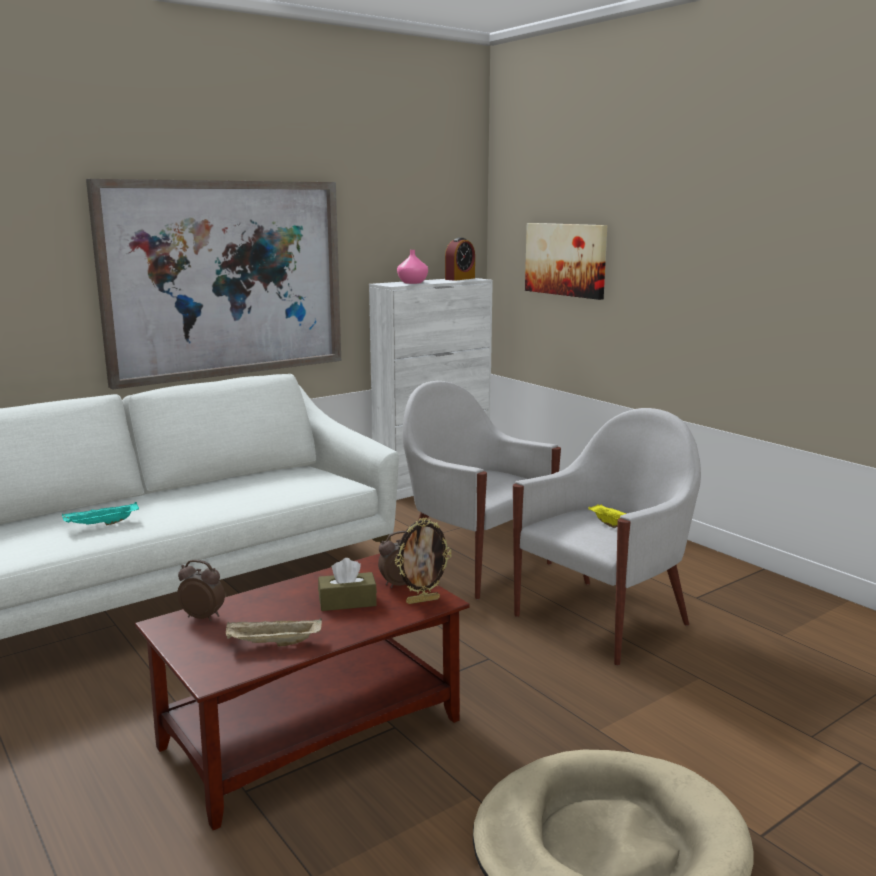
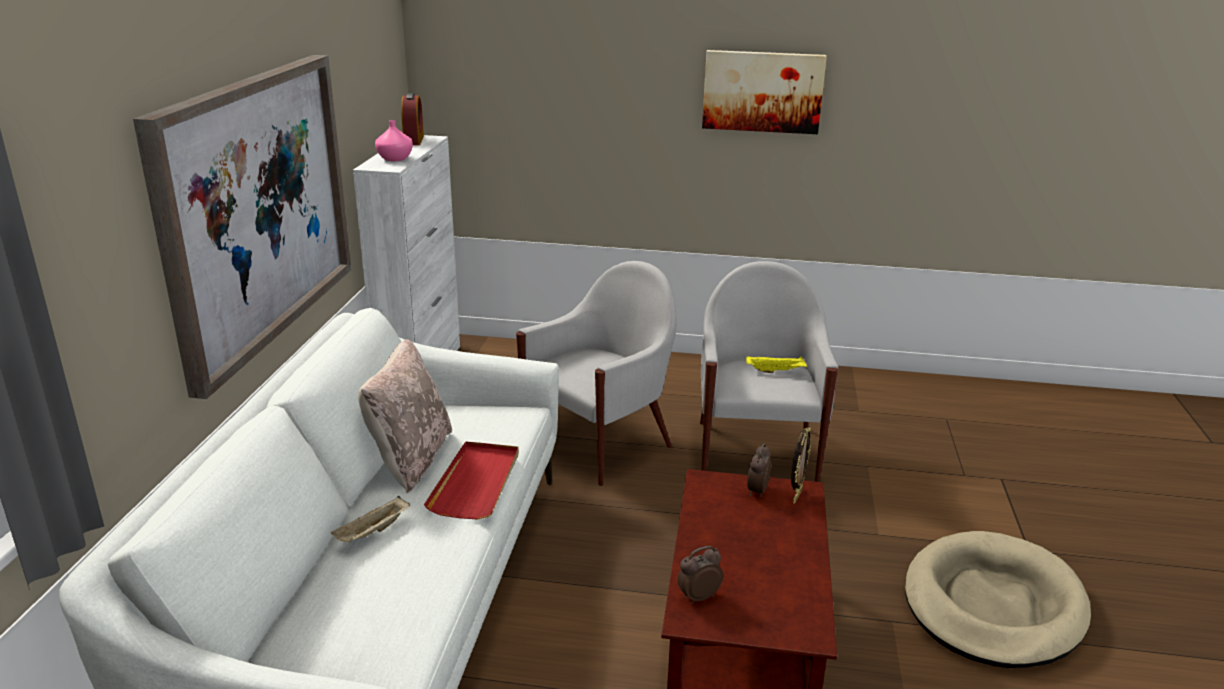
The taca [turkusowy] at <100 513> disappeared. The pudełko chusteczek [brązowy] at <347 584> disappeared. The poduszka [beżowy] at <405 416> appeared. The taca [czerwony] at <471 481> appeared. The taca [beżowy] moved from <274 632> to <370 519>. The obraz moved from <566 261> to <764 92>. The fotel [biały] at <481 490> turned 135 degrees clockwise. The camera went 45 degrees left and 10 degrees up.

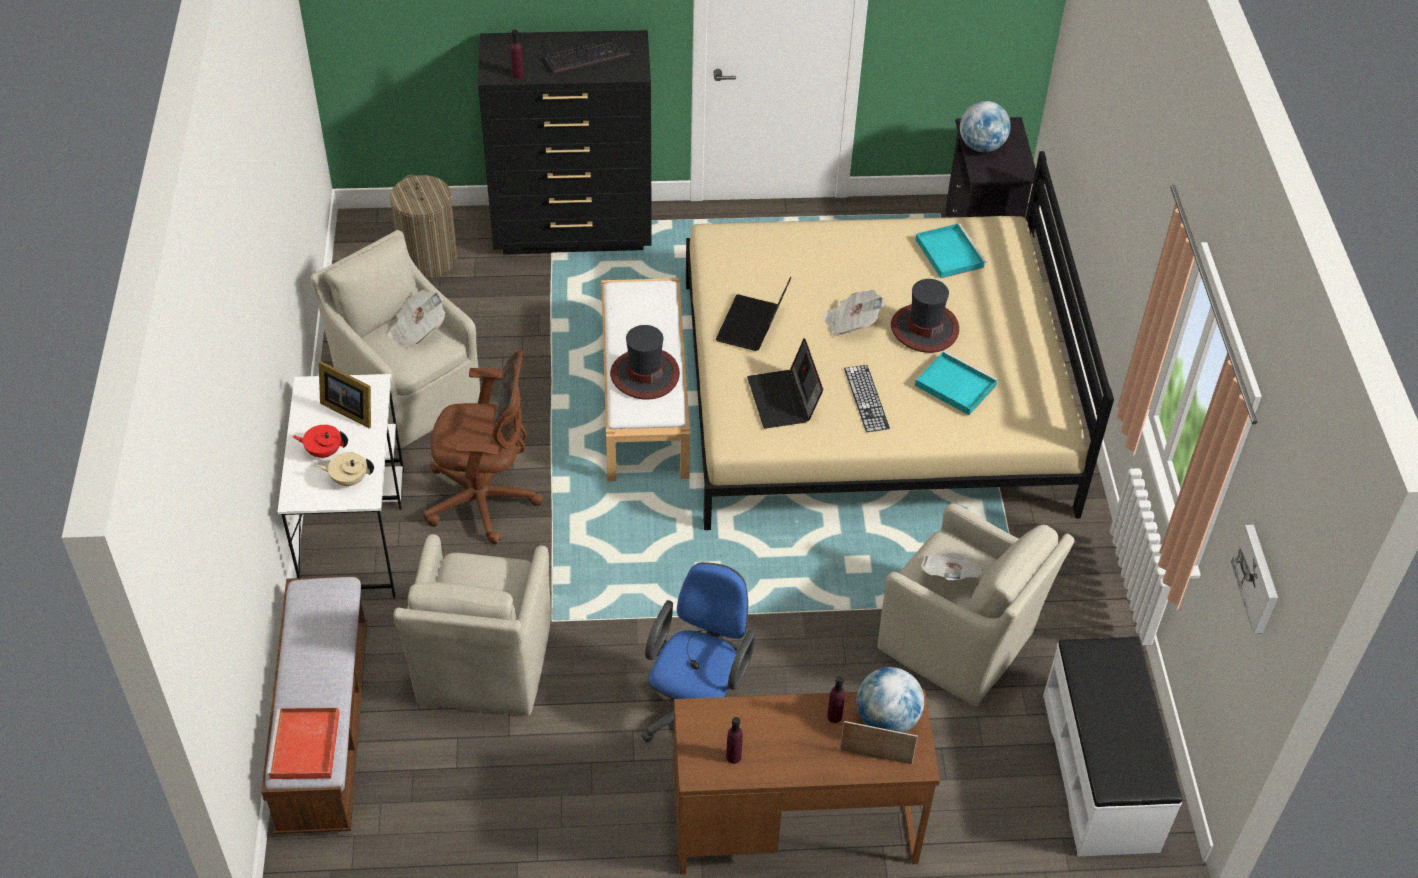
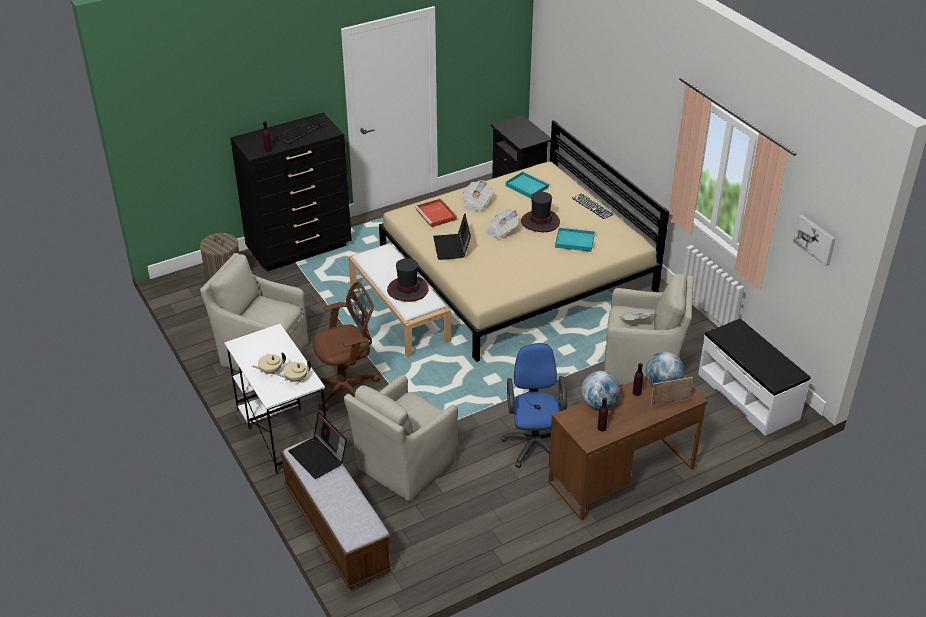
The ramka na zdjęcie at <345 395> disappeared. The taca [czerwony] moved from <303 743> to <436 213>. The gazeta moved from <416 319> to <477 195>. The laptop moved from <785 383> to <317 445>. The klawiatura moved from <867 398> to <593 206>. The globus moved from <985 126> to <600 390>. The imbryk [czerwony] at <320 442> became the imbryk [beżowy] at <269 363>. The fotel [beżowy] at <472 625> turned 60 degrees clockwise. The camera went 25 degrees left and 10 degrees down.

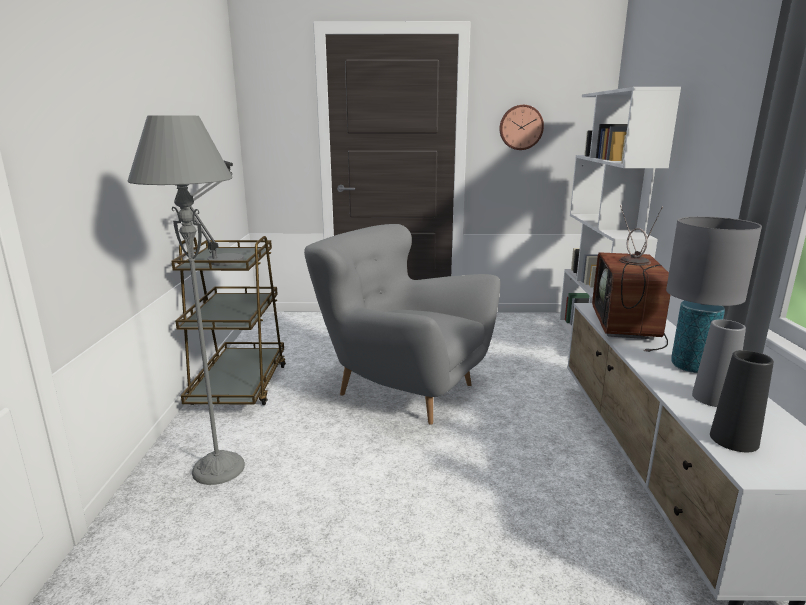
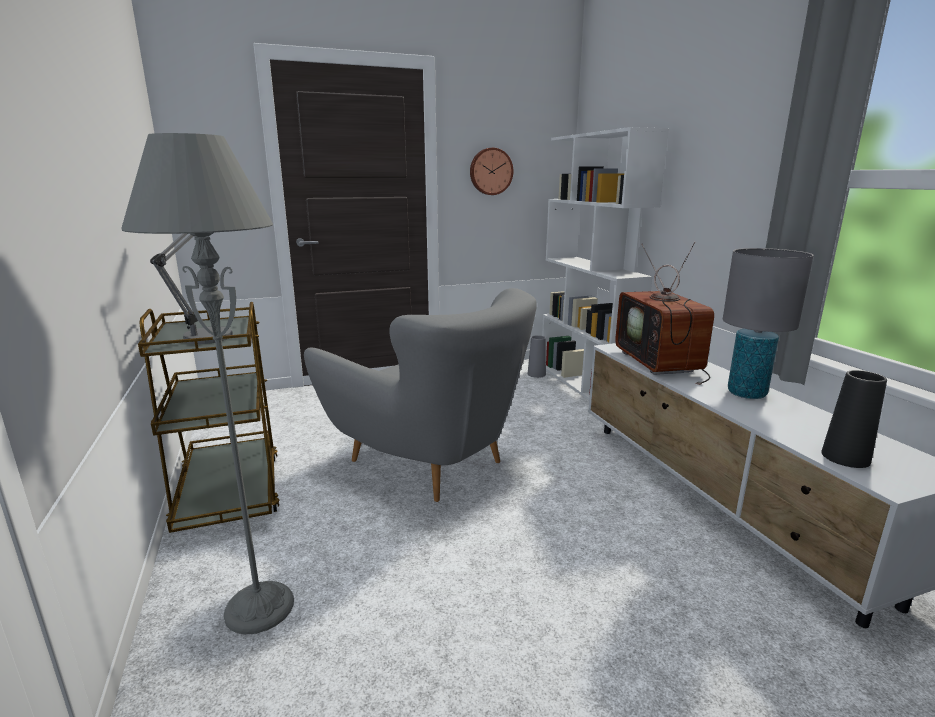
The wazon [szary] moved from <719 363> to <537 356>. The fotel [szary] at <402 324> turned 150 degrees counterclockwise. The camera went 20 degrees left and 0 degrees up.

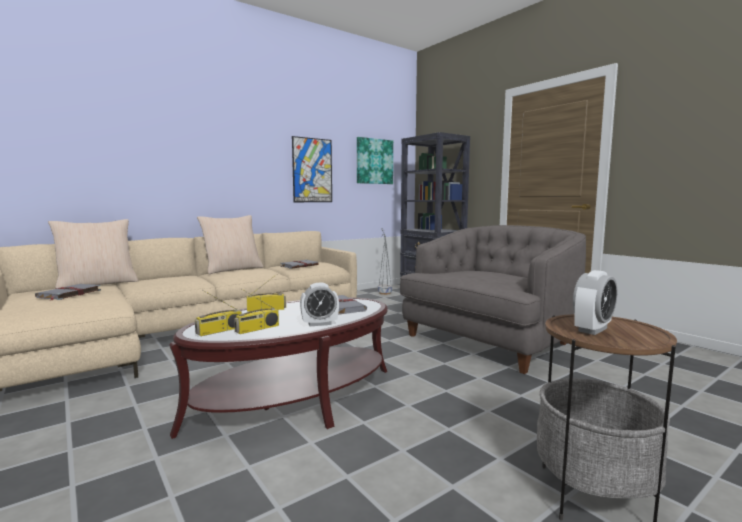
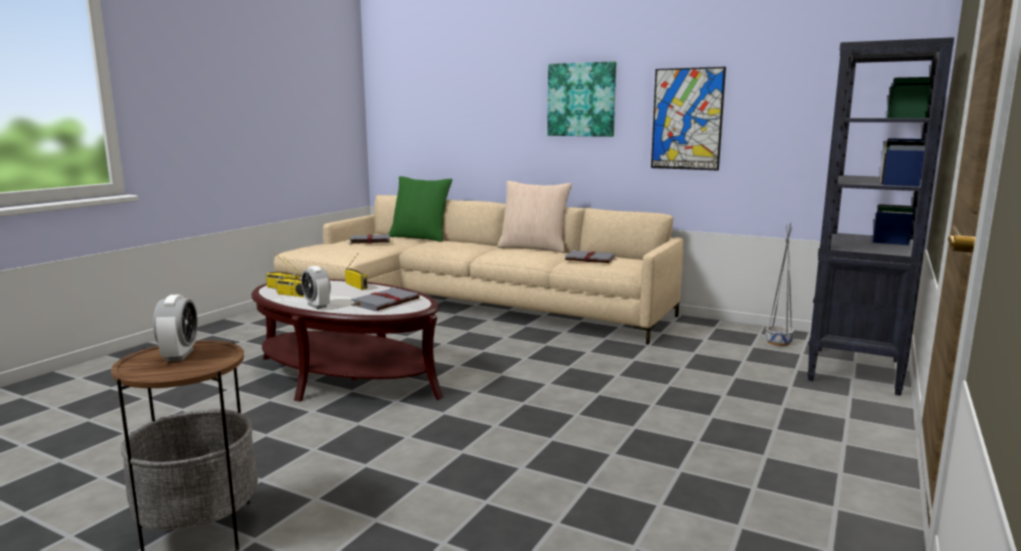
The fotel [szary] at <493 299> disappeared. The obraz moved from <375 160> to <581 99>. The poduszka [beżowy] at <93 254> became the poduszka [zielony] at <420 209>. The budzik at <595 302> turned 120 degrees counterclockwise. The camera went 65 degrees right and 5 degrees up.

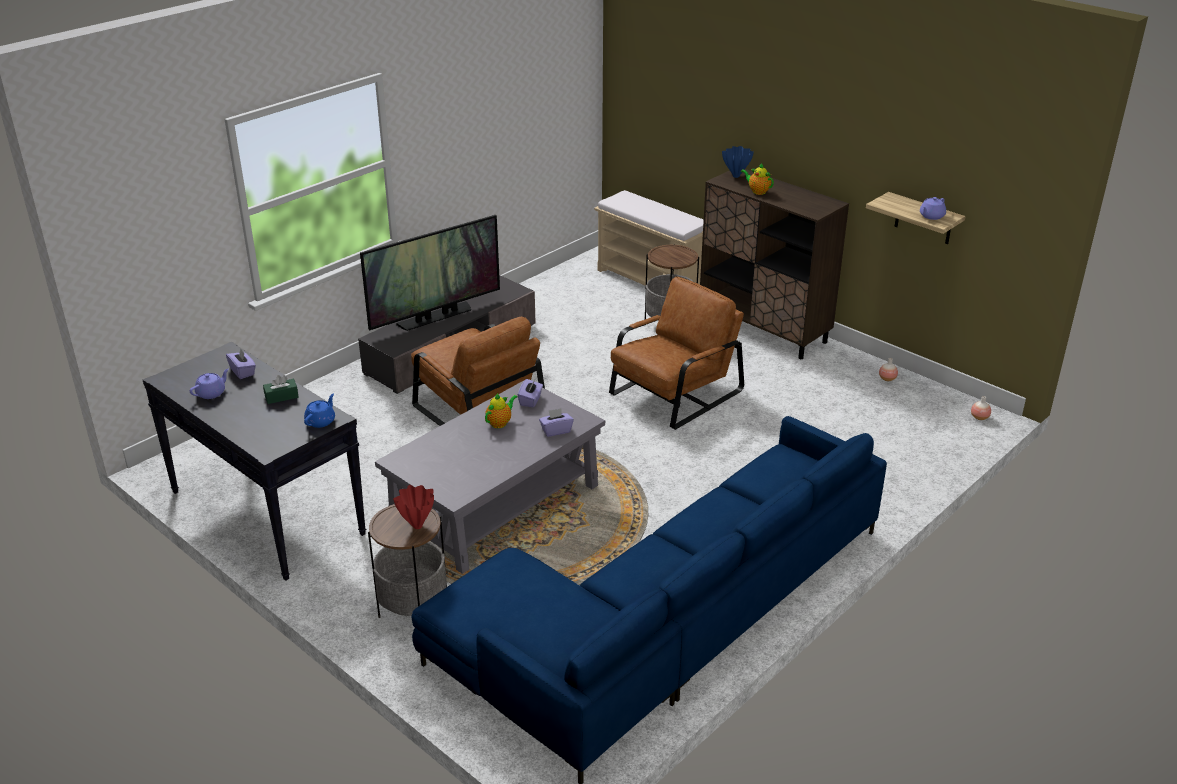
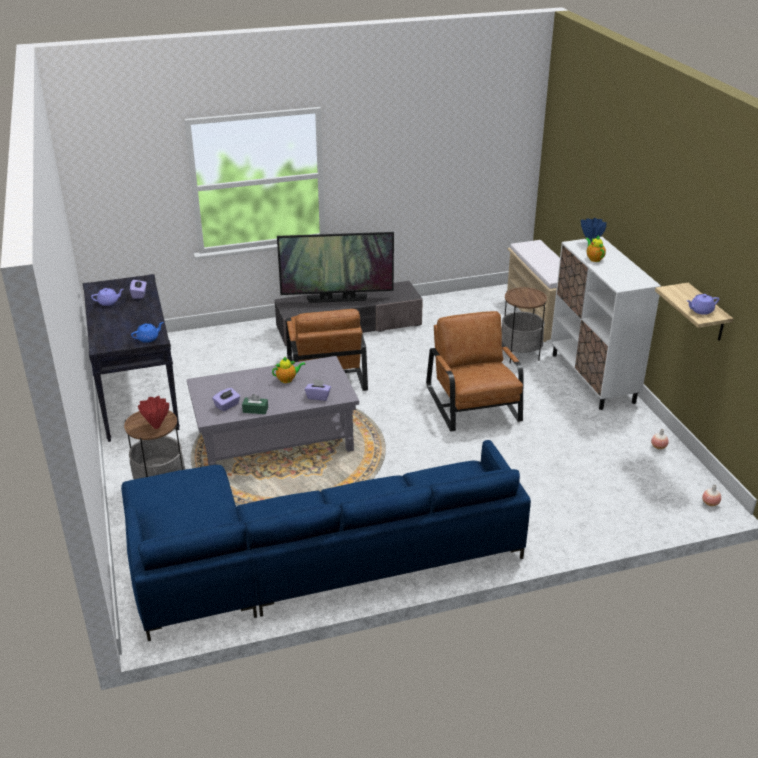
The pudełko chusteczek [zielony] moved from <281 389> to <255 404>. The pudełko chusteczek [fioletowy] moved from <530 393> to <226 399>. The szafka [brązowy] at <774 264> became the szafka [biały] at <606 323>. The fotel [brązowy] at <676 353> turned 90 degrees counterclockwise. The camera went 30 degrees right and 0 degrees up.

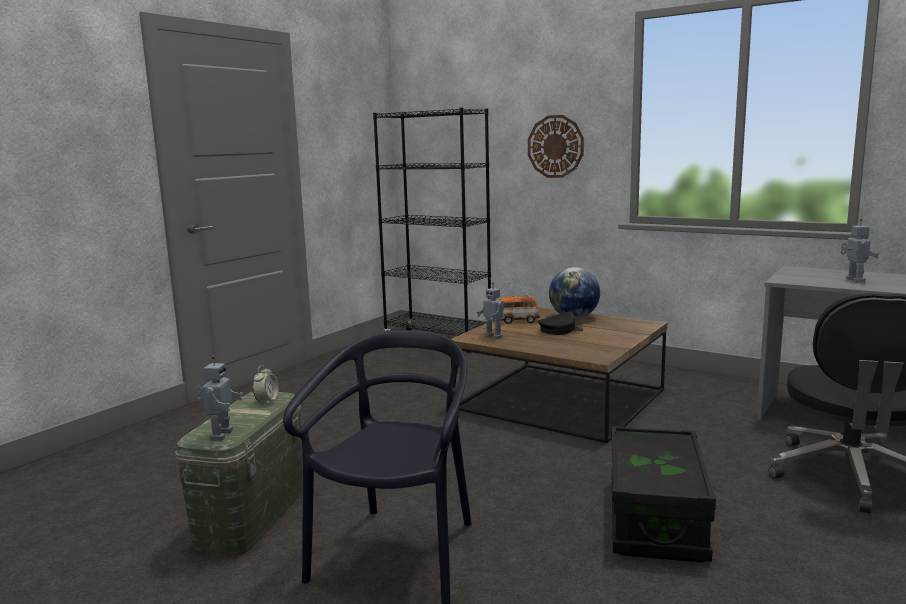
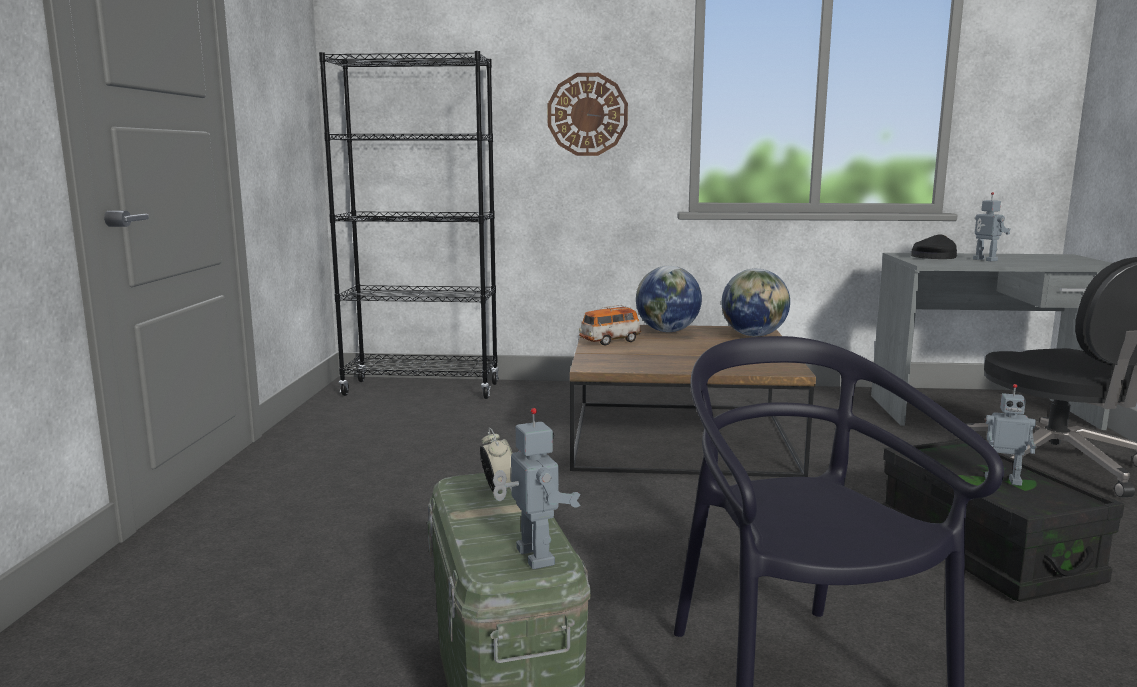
The globus at <756 302> appeared. The robot zabawkowy moved from <490 310> to <1010 435>. The czapka z daszkiem [czarny] moved from <561 323> to <934 247>. The camera went 30 degrees left and 0 degrees up.

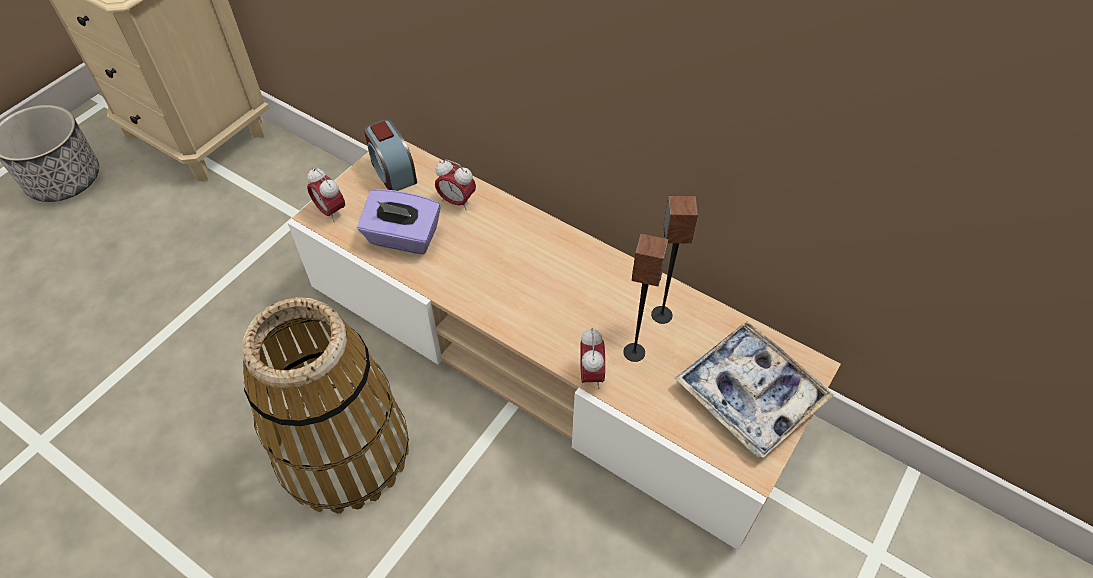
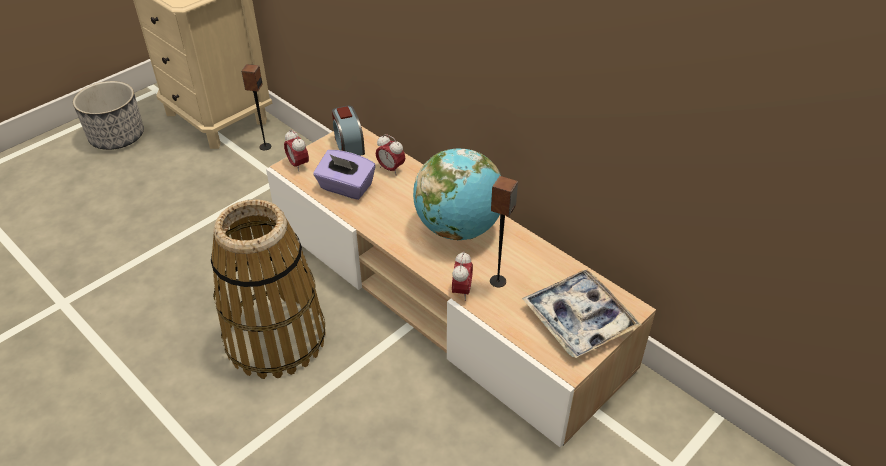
The globus at <457 194> appeared. The głośnik moved from <674 260> to <256 107>. The camera went 10 degrees right and 10 degrees down.

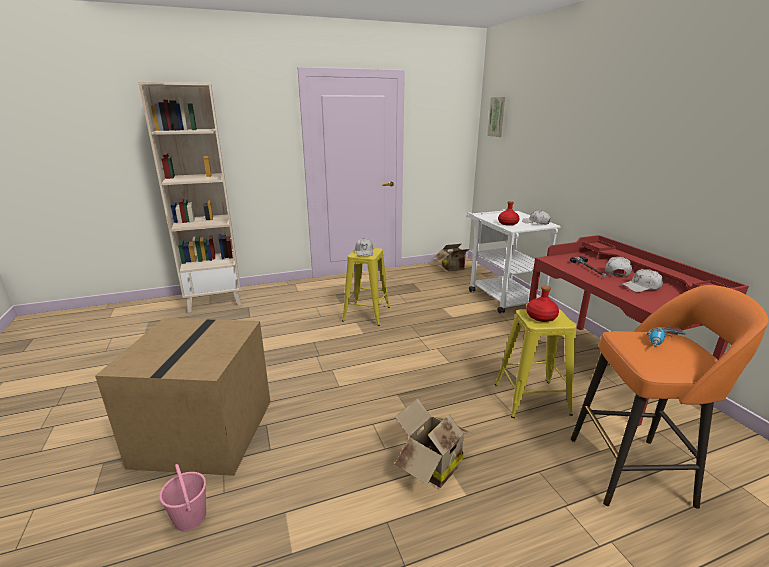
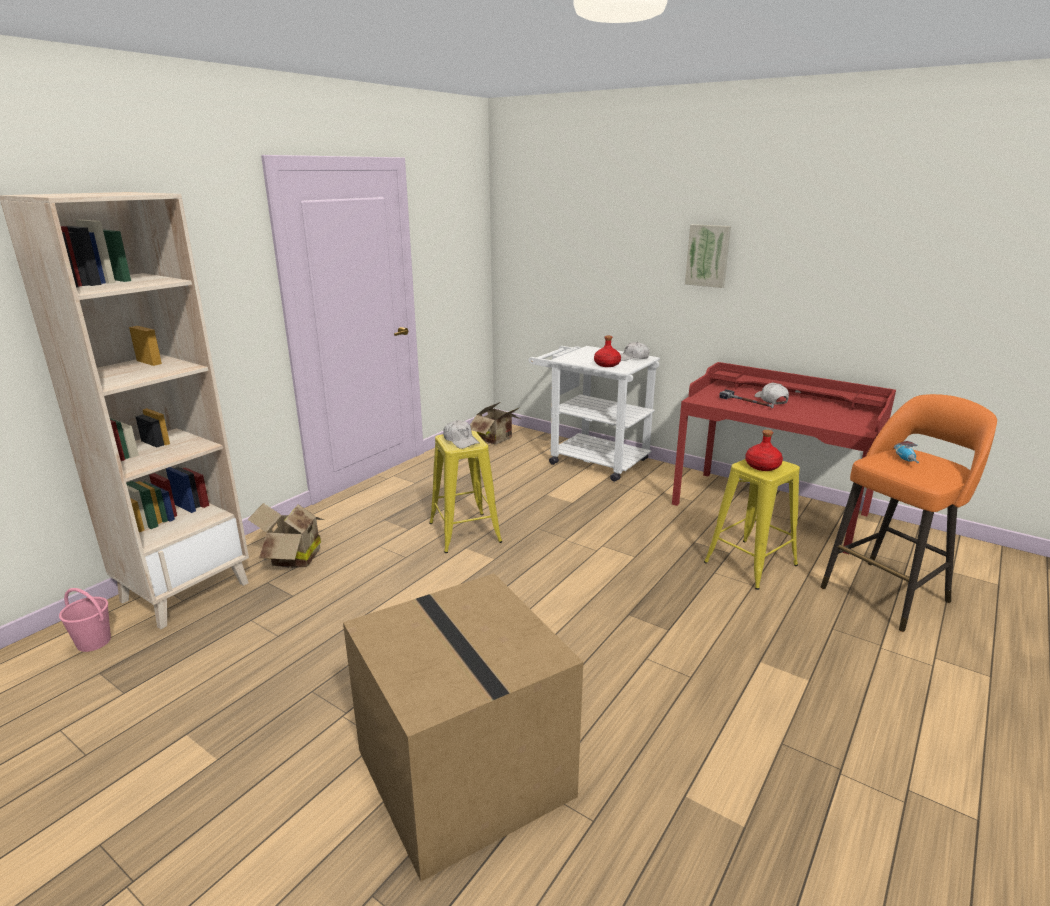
The czapka z daszkiem [biały] at <642 280> disappeared. The wiadro [różowy] moved from <182 497> to <85 620>. The karton moved from <434 443> to <285 535>. The obraz moved from <497 117> to <708 256>. The camera went 35 degrees left and 0 degrees up.

